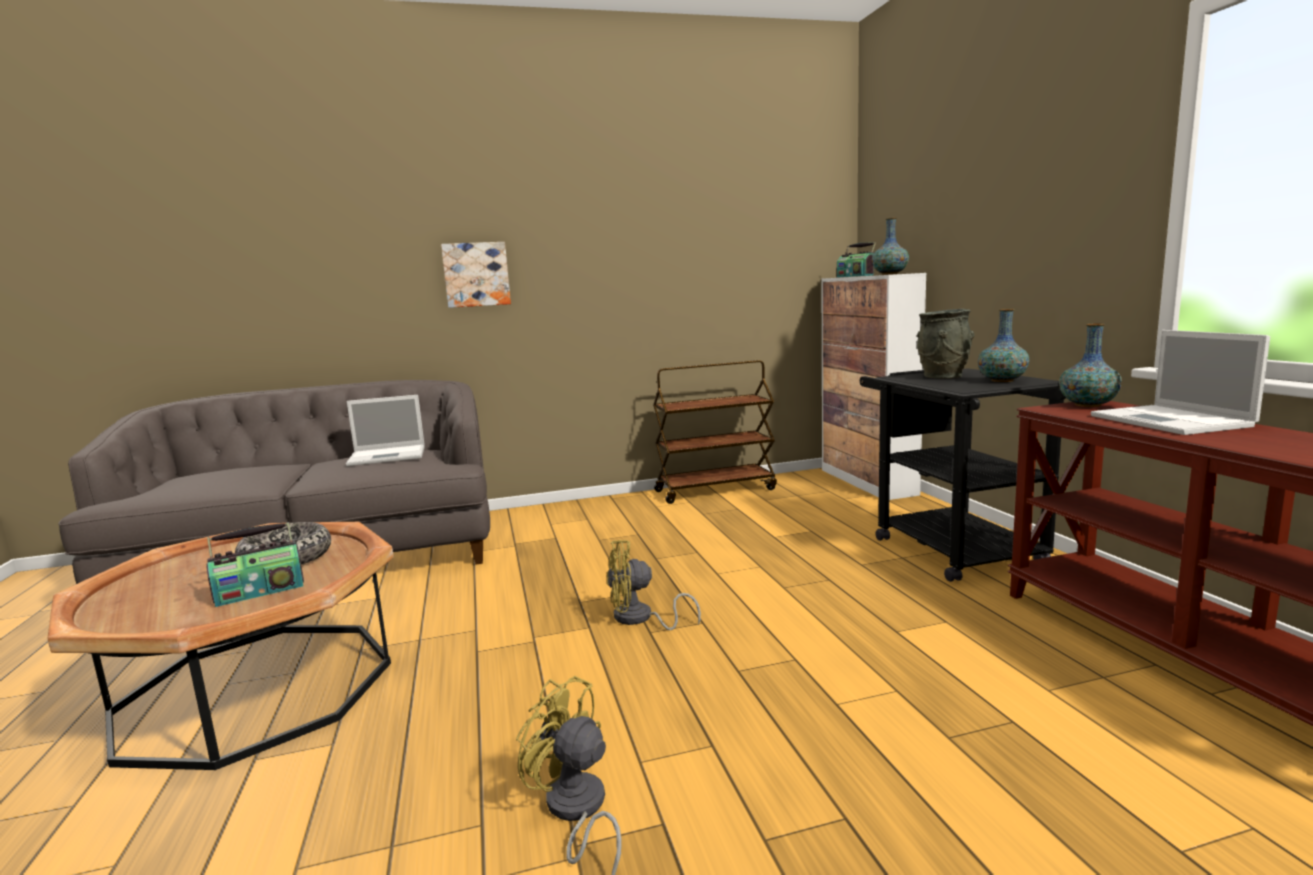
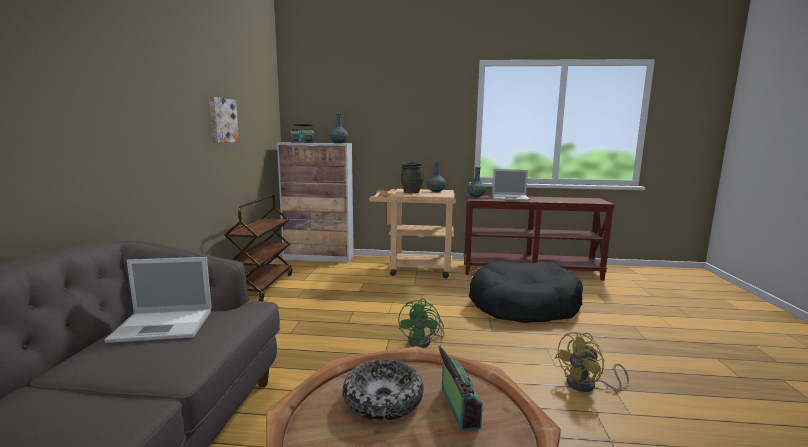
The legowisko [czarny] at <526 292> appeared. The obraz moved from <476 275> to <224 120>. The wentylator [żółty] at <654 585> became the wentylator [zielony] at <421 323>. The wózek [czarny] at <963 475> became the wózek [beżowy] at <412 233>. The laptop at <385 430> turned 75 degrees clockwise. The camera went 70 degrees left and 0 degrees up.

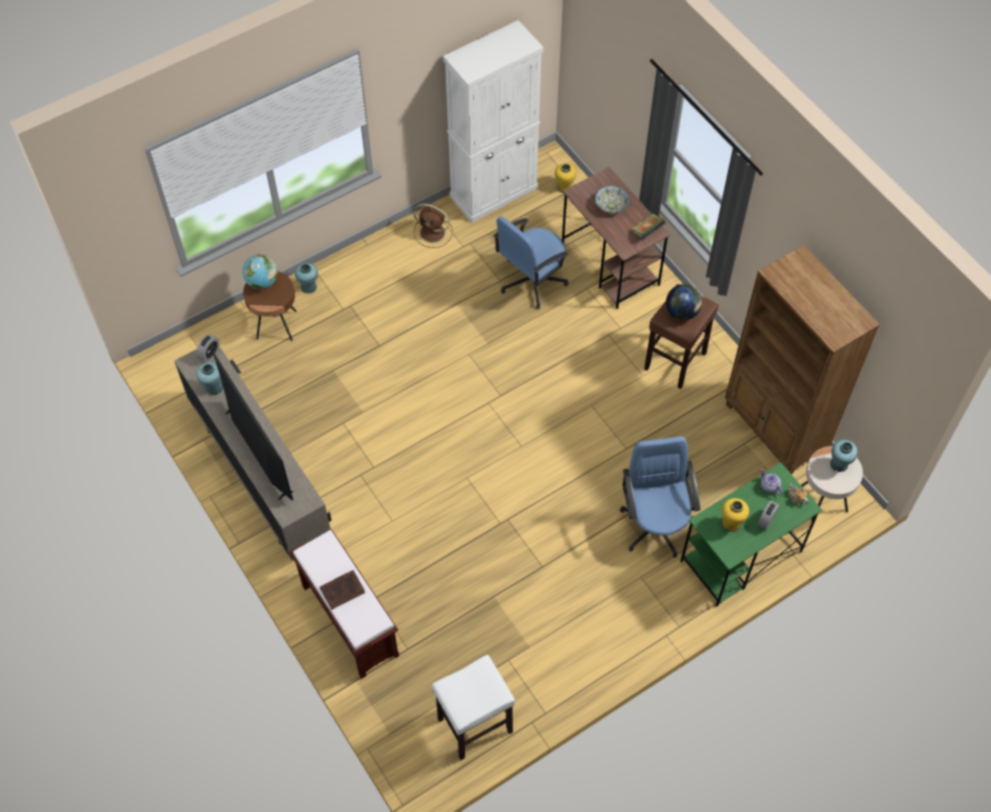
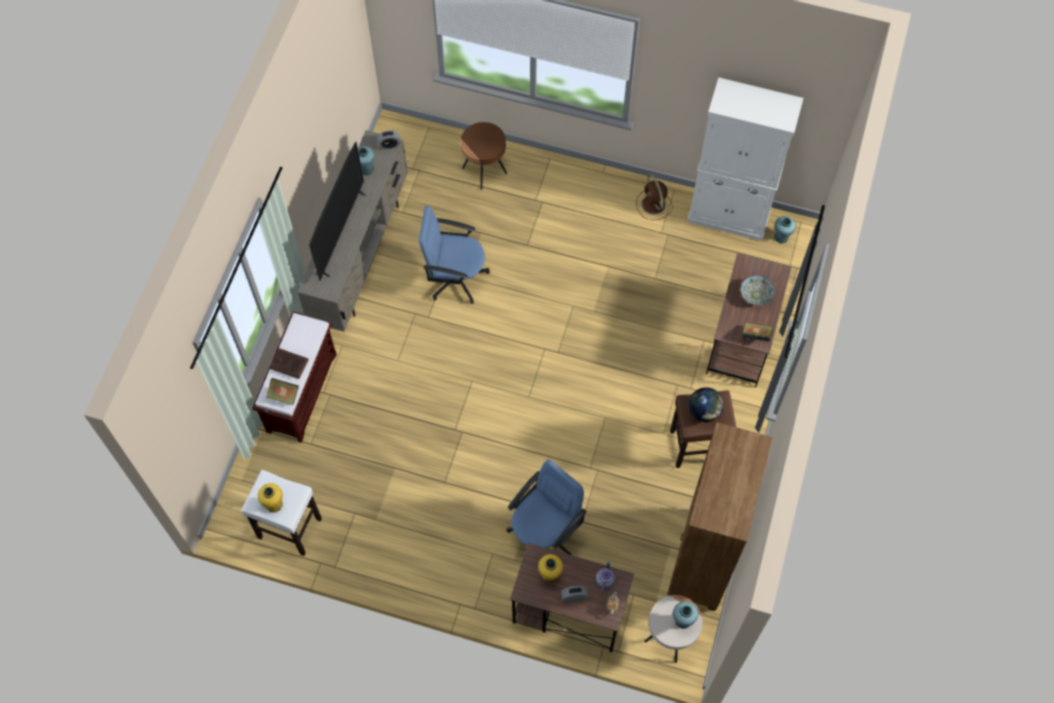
The globus at <260 271> disappeared. The książka at <282 391> appeared. The wazon [turkusowy] moved from <306 278> to <785 230>. The krzesło biurowe [niebieski] moved from <531 262> to <454 255>. The wazon [żółty] moved from <565 178> to <270 497>. The biurko [zielony] at <751 535> became the biurko [brązowy] at <572 597>. The camera went 50 degrees right and 5 degrees up.

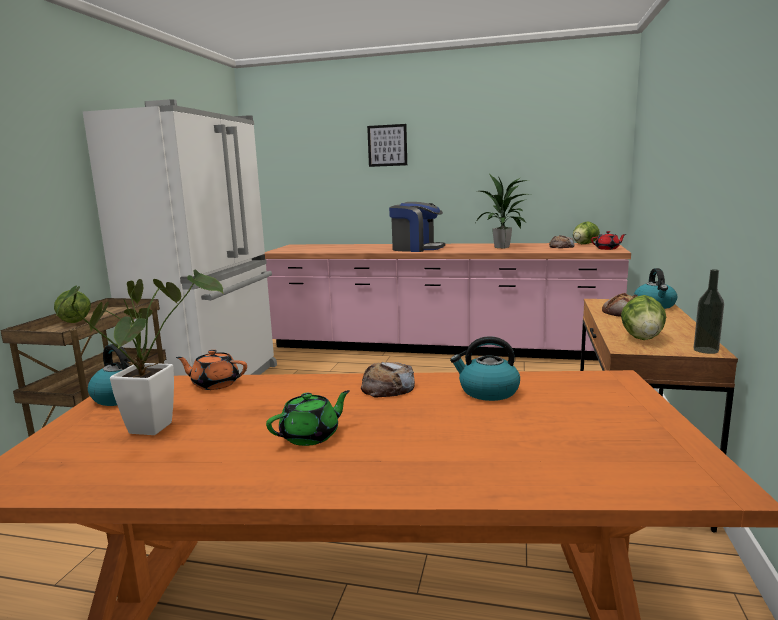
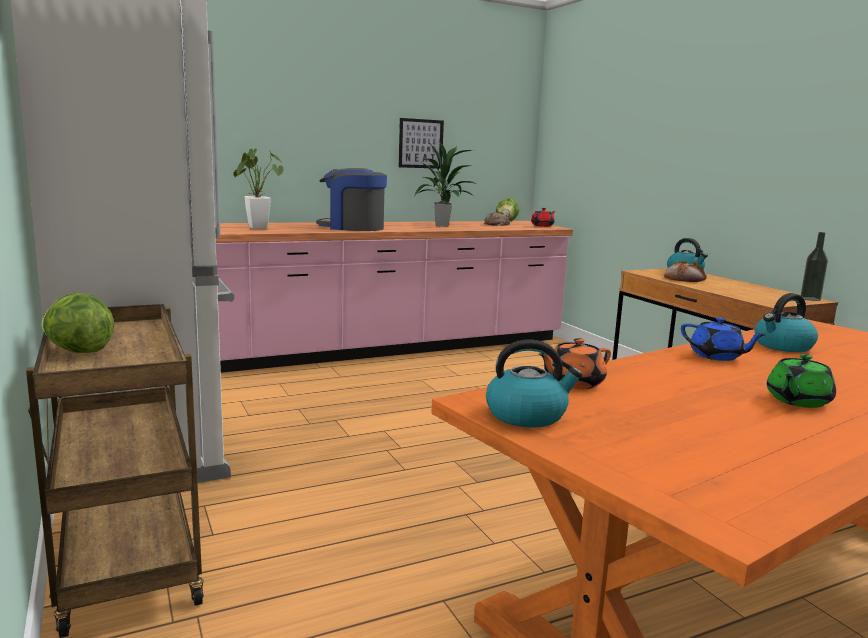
The sałata at <643 317> disappeared. The roślina doniczkowa moved from <139 352> to <258 188>. The obraz moved from <387 145> to <421 143>. The chleb at <388 379> was replaced by the imbryk [niebieski] at <723 339>. The imbryk [zielony] at <308 418> turned 150 degrees counterclockwise. The ekspres do kawy at <417 227> turned 150 degrees counterclockwise. The camera went 40 degrees left and 0 degrees up.

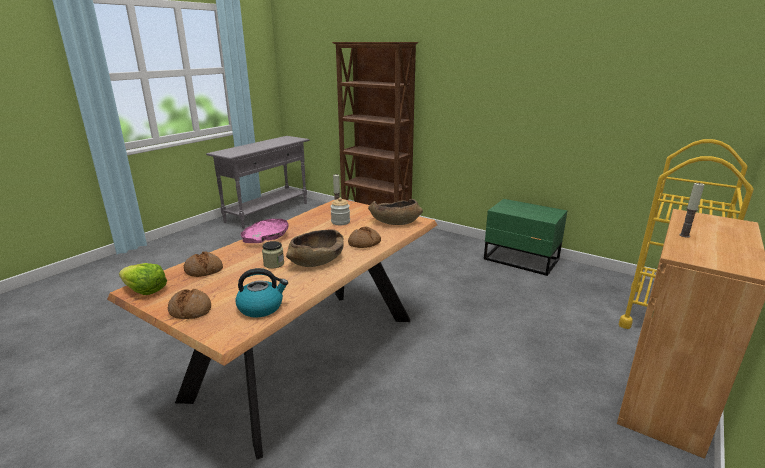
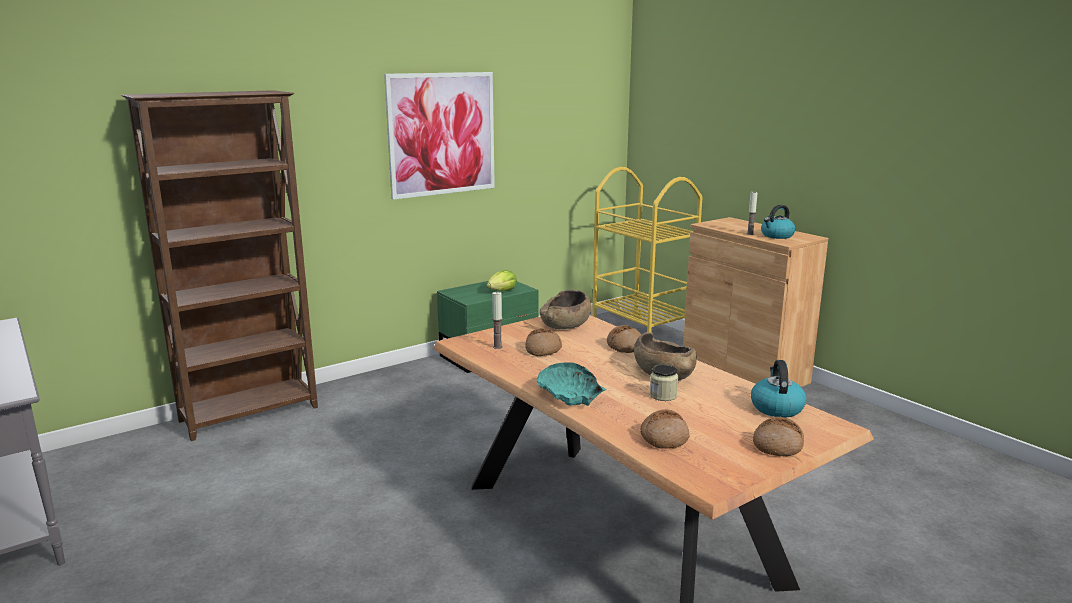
The obraz at <439 136> appeared. The czajnik at <778 222> appeared. The sałata moved from <143 279> to <502 280>. The słoik at <340 211> was replaced by the chleb at <543 342>. The miska [różowy] at <265 231> became the miska [turkusowy] at <572 384>. The camera went 70 degrees left and 5 degrees down.

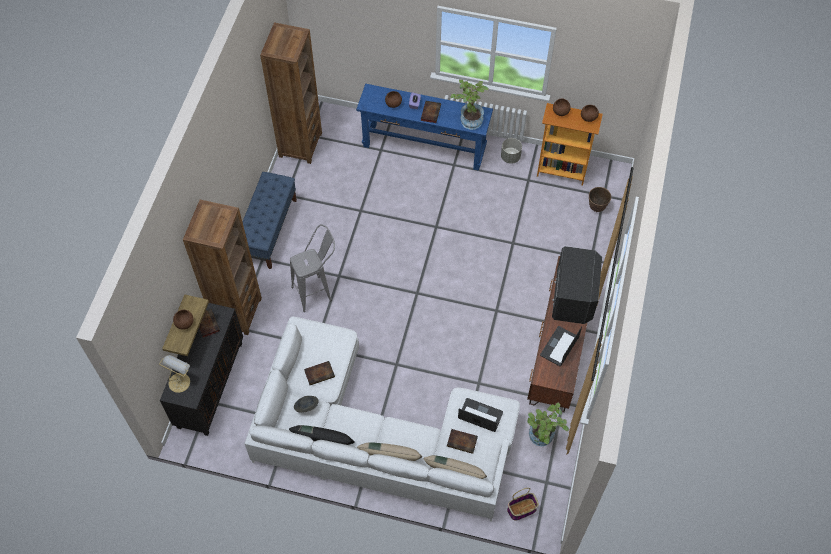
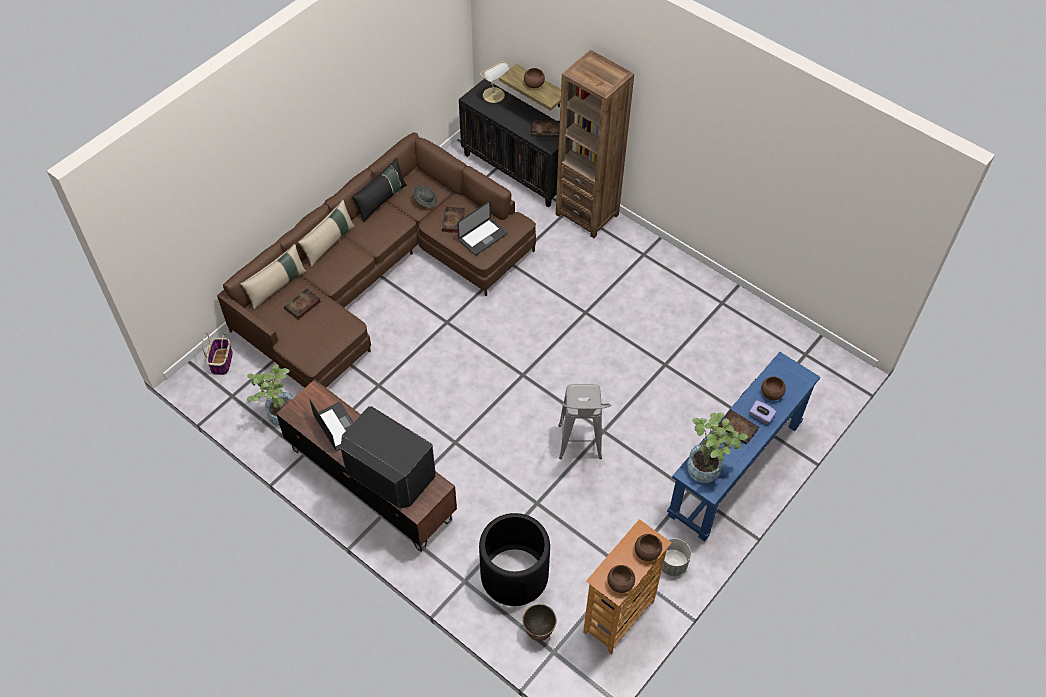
The ławka [niebieski] at <270 220> disappeared. The regał [brązowy] at <291 93> disappeared. The donica [czarny] at <514 559> appeared. The stołek [szary] moved from <312 268> to <584 421>. The laptop moved from <480 415> to <482 228>. The kanapa [biały] at <382 419> became the kanapa [brązowy] at <376 260>. The camera went 115 degrees right and 5 degrees down.

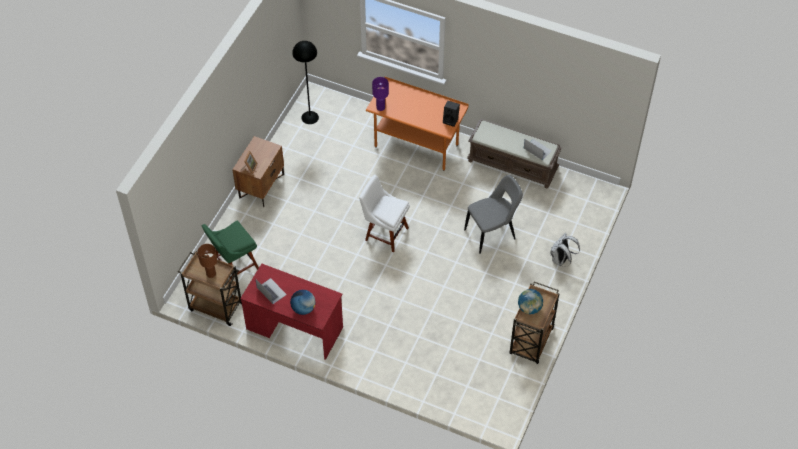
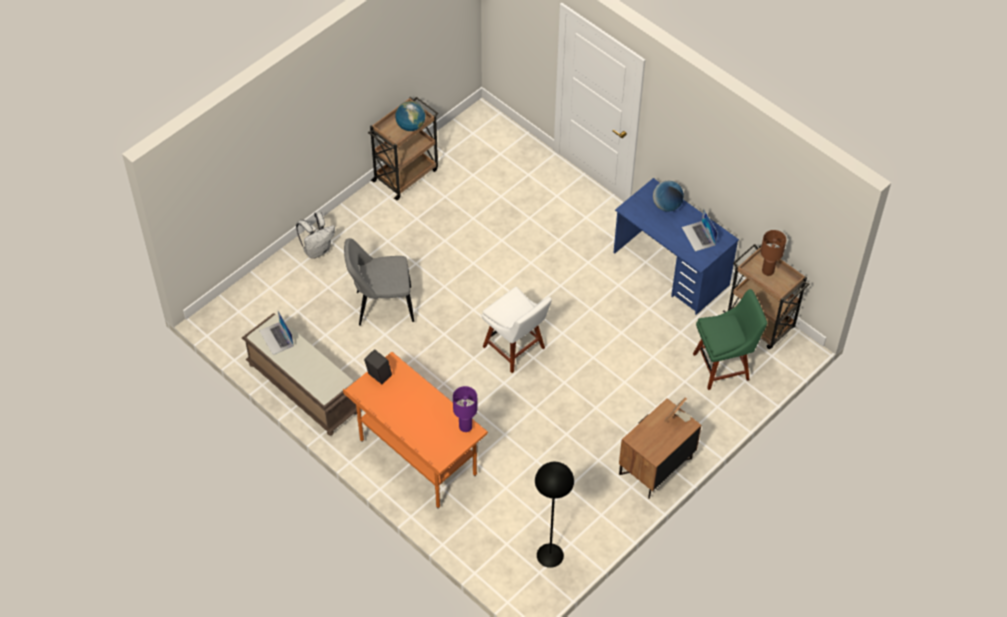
The biurko [czerwony] at <291 311> became the biurko [niebieski] at <676 246>. The camera went 160 degrees left and 0 degrees up.

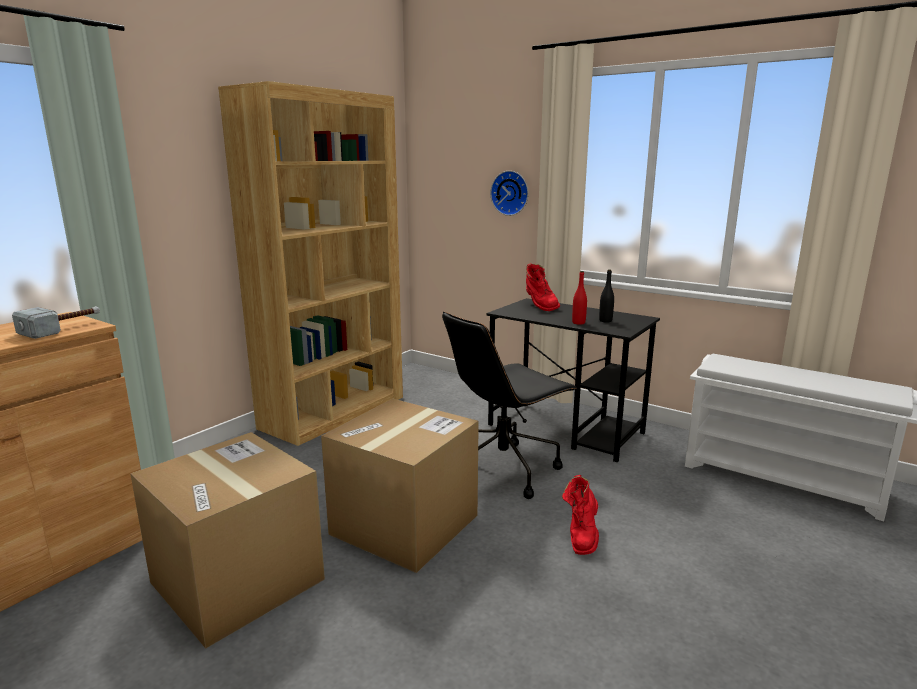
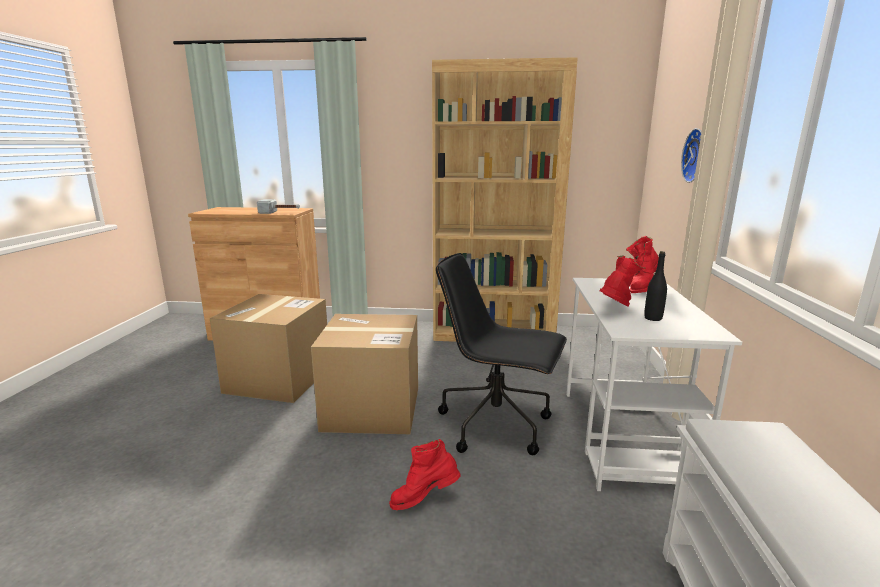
The butelka [czerwony] at <579 298> was replaced by the but z cholewką [czerwony] at <622 281>. The biurko [czarny] at <573 380> became the biurko [biały] at <654 384>. The camera went 60 degrees right and 0 degrees up.

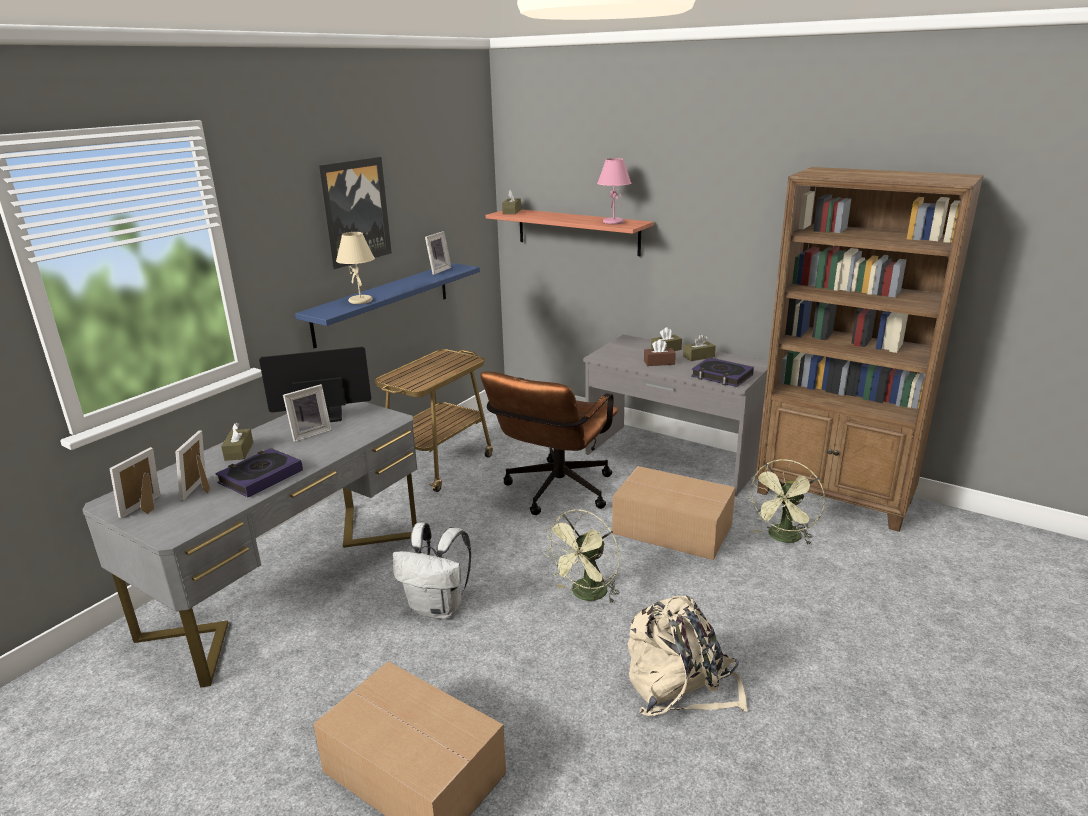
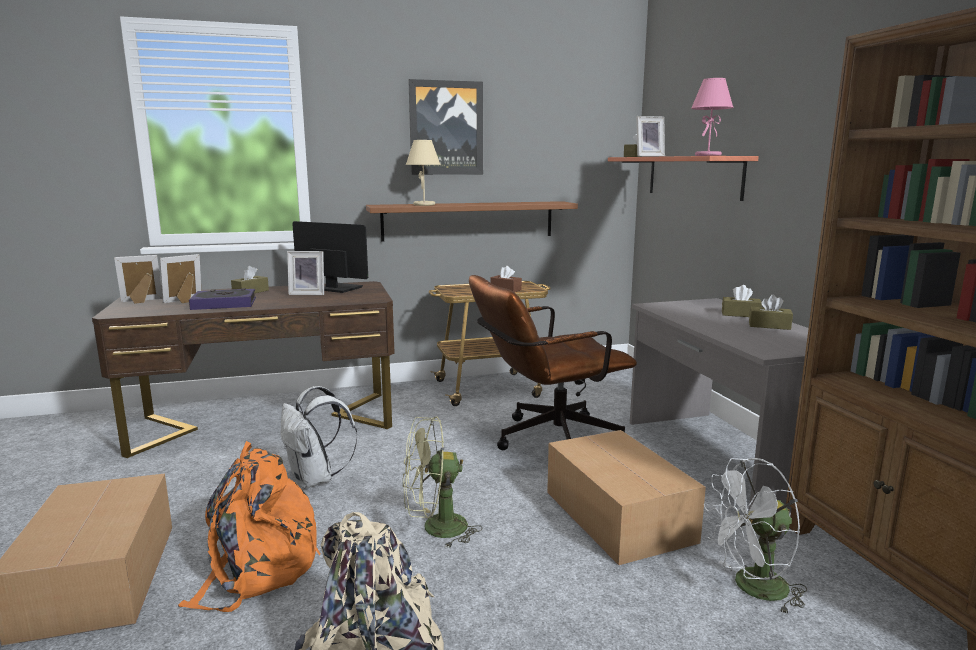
The książka at <722 372> disappeared. The plecak [pomarańczowy] at <249 526> appeared. The ramka na zdjęcie moved from <438 253> to <650 136>. The pudełko chusteczek [brązowy] moved from <660 352> to <506 279>. The biurko [szary] at <249 545> became the biurko [brązowy] at <243 369>. The półka [niebieski] at <387 305> became the półka [brązowy] at <472 221>. The wentylator [zielony] at <786 502> became the wentylator [biały] at <755 535>. The camera went 40 degrees right and 10 degrees down.

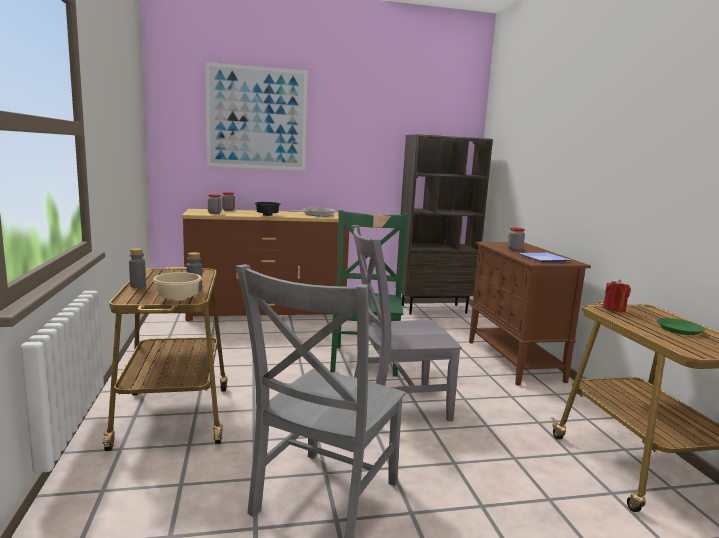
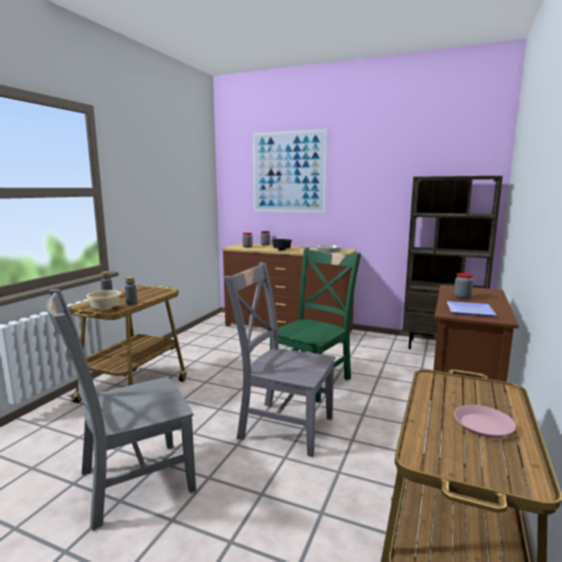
The świeca [czerwony] at <617 295> disappeared. The talerz [zielony] at <681 326> became the talerz [różowy] at <485 421>. The camera went 35 degrees right and 0 degrees up.

